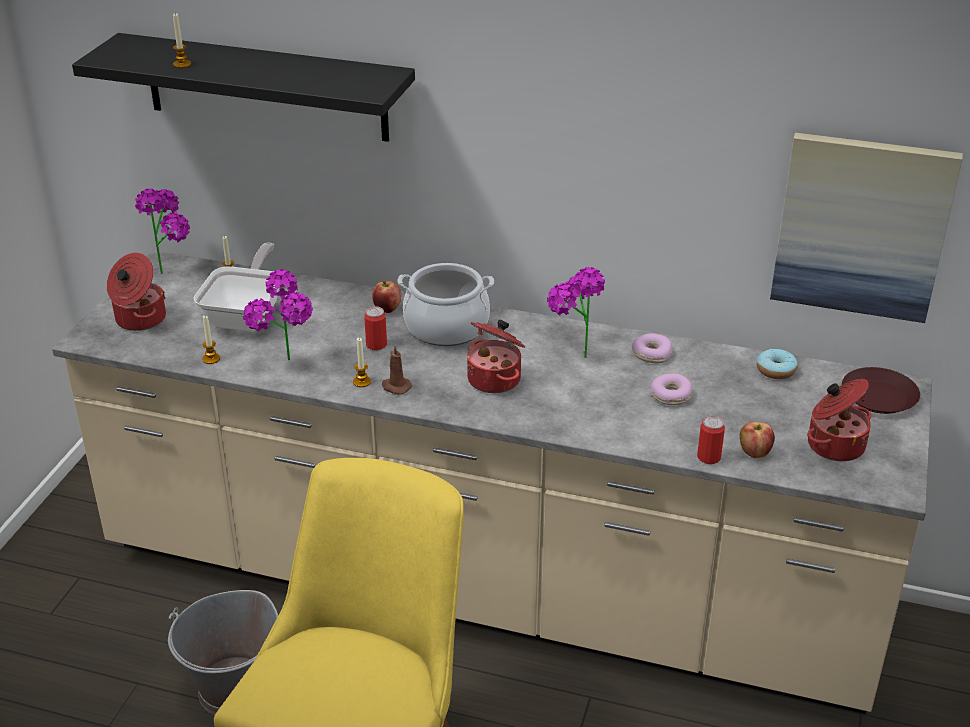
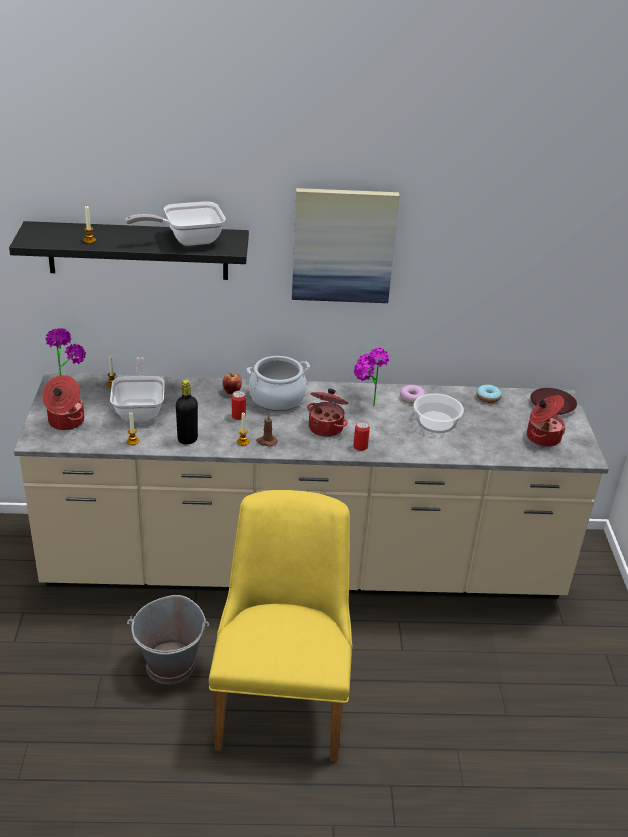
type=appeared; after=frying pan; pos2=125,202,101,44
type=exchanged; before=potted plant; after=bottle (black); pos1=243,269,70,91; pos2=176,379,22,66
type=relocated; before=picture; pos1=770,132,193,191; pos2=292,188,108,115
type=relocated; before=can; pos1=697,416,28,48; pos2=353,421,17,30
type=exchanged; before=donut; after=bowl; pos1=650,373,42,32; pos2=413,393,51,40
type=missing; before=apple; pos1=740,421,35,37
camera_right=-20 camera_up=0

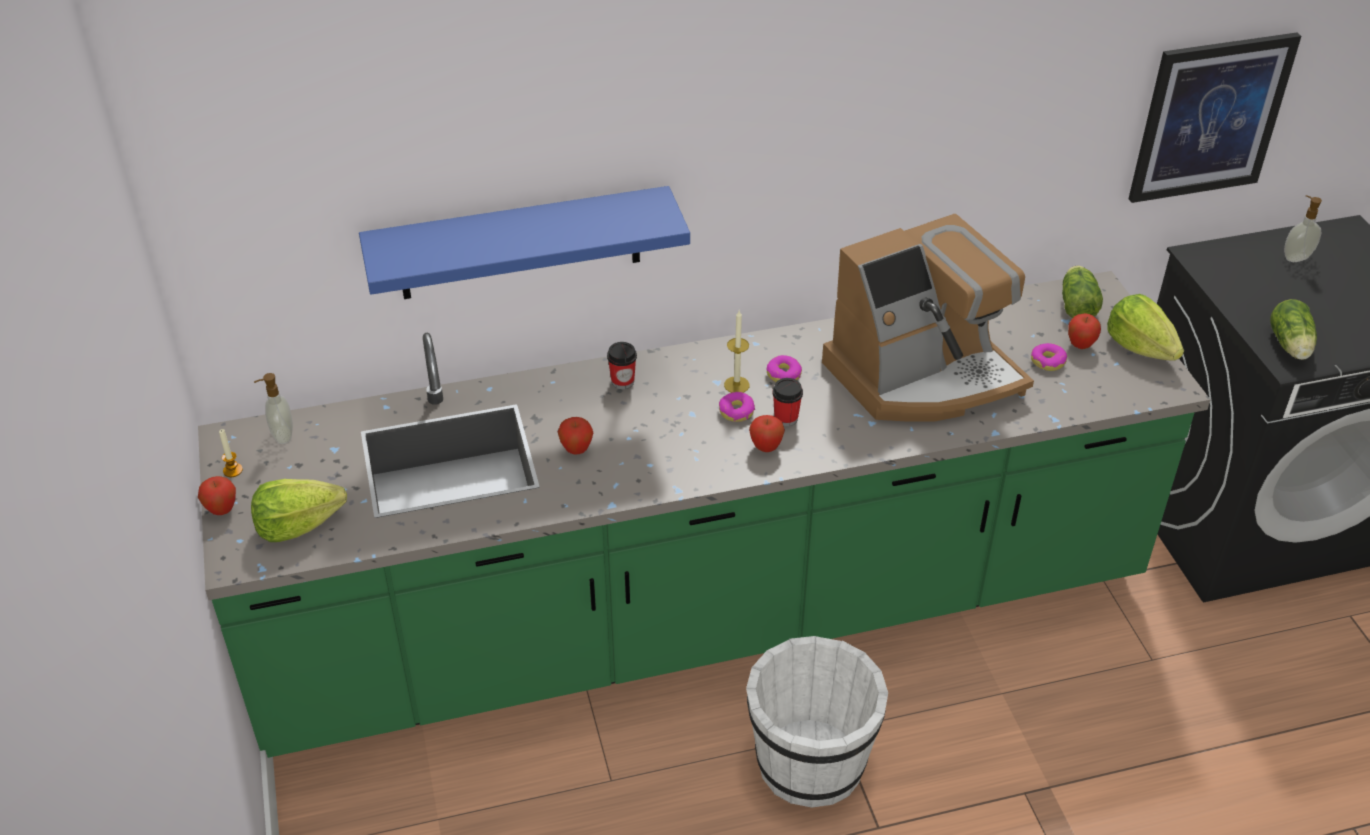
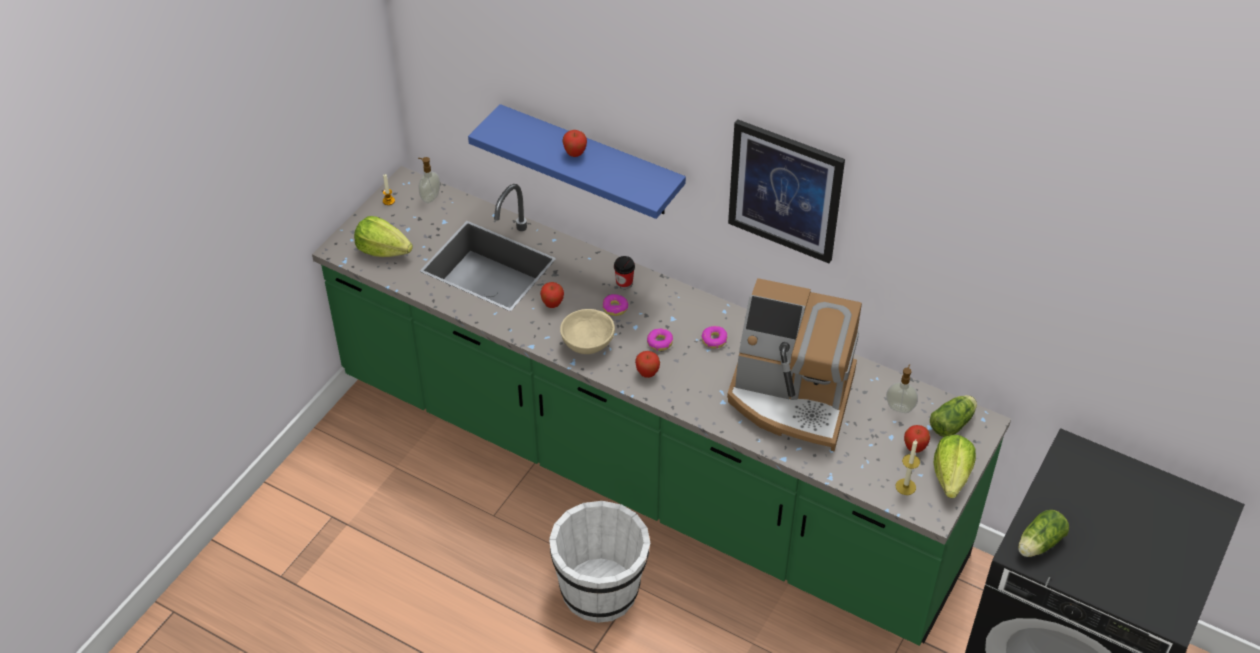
type=appeared; after=bowl (beige); pos2=560,309,55,45
type=relocated; before=apple; pos1=198,476,38,39; pos2=562,130,25,27
type=relocated; before=donut; pos1=1031,343,36,28; pos2=603,294,25,22
type=relocated; before=picture; pos1=1129,33,172,170; pos2=728,119,117,144
type=relocated; before=soap dispenser; pos1=1284,195,38,67; pos2=886,364,32,49
type=relocated; before=candle; pos1=724,311,26,82; pos2=896,440,24,55
type=missing; before=cup; pos1=772,378,31,48
camera_right=45 camera_up=5

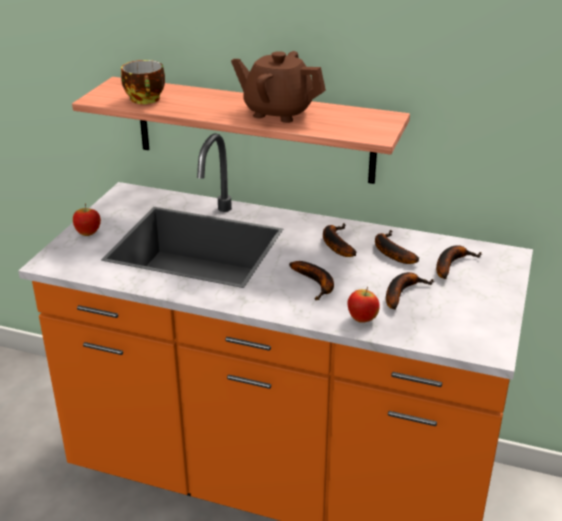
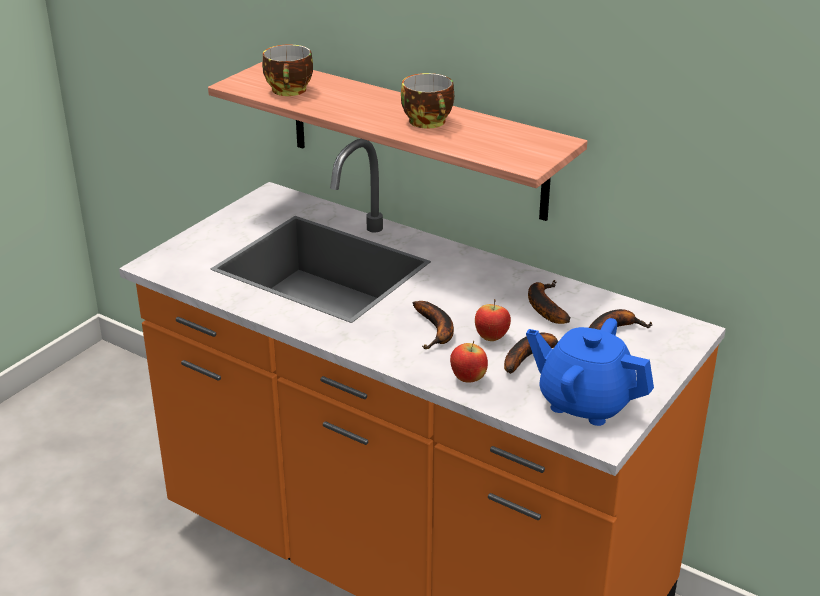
type=exchanged; before=teapot (brown); after=cup; pos1=231,51,95,72; pos2=401,73,53,56
type=relocated; before=apple; pos1=73,204,28,32; pos2=475,299,36,42
type=appeared; after=teapot (blue); pos2=526,318,128,108
type=missing; before=banana; pos1=323,223,33,34
camera_right=15 camera_up=0

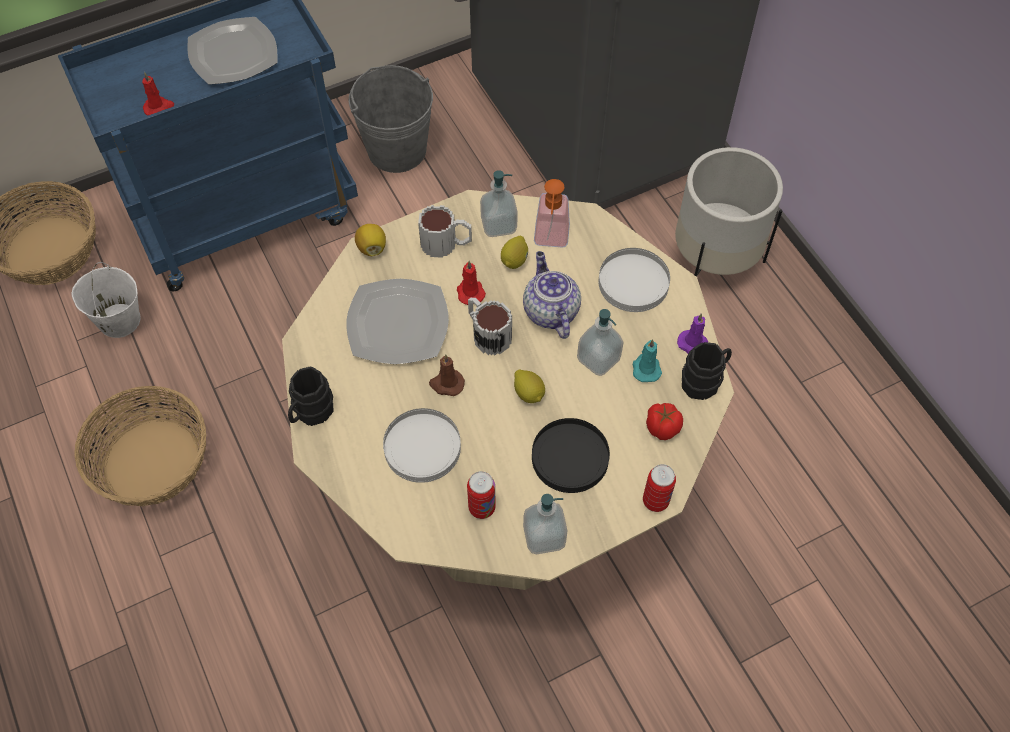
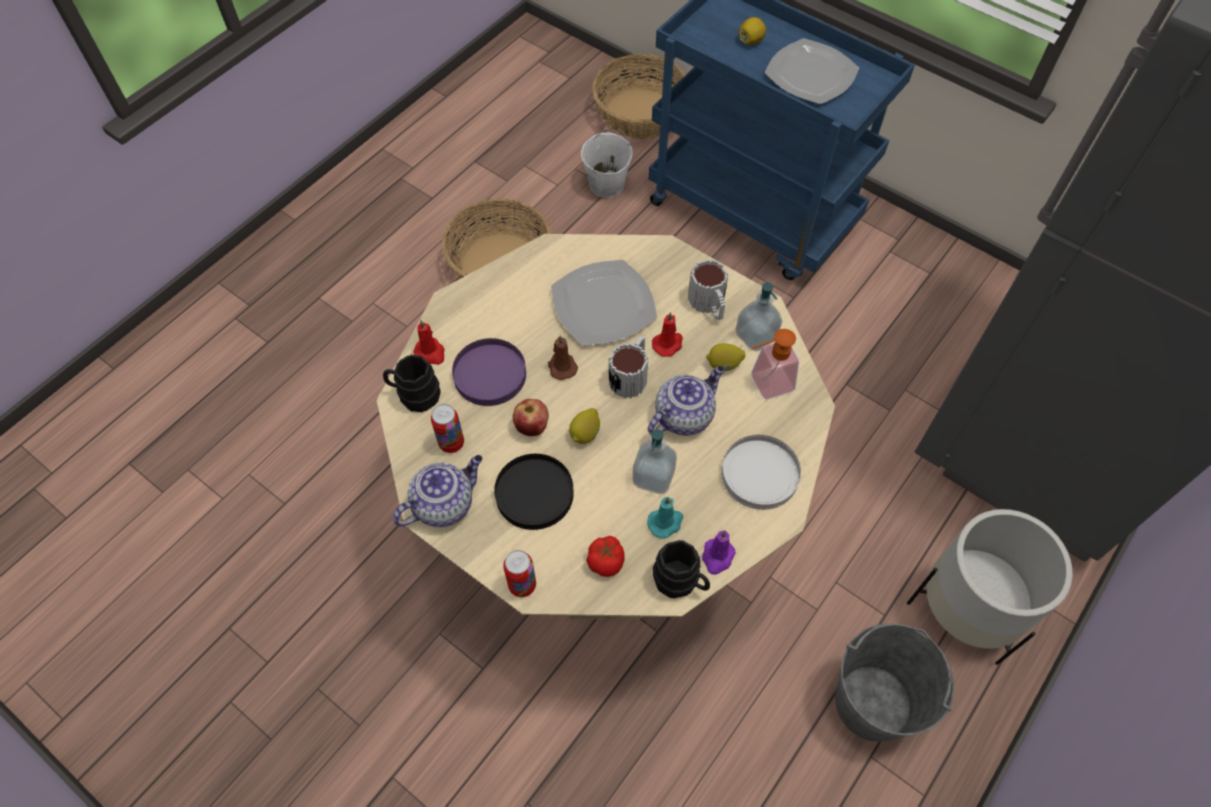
type=relocated; before=mug (black); pos1=288,366,46,60; pos2=383,355,58,57
type=exchanged; before=soap dispenser; after=teapot; pos1=523,494,44,60; pos2=393,455,89,72
type=relocated; before=candle (red); pos1=142,72,32,44; pos2=413,320,31,45
type=colour; before=plate (white); after=plate (purple); pos1=383,408,78,75; pos2=452,338,74,68
type=appeared; after=apple; pos2=513,399,36,37
type=relocated; before=lemon; pos1=355,224,31,32; pos2=739,17,27,28
type=relocated; before=bucket (grey); pos1=349,65,84,108; pos2=835,623,119,119
camera_right=65 camera_up=0

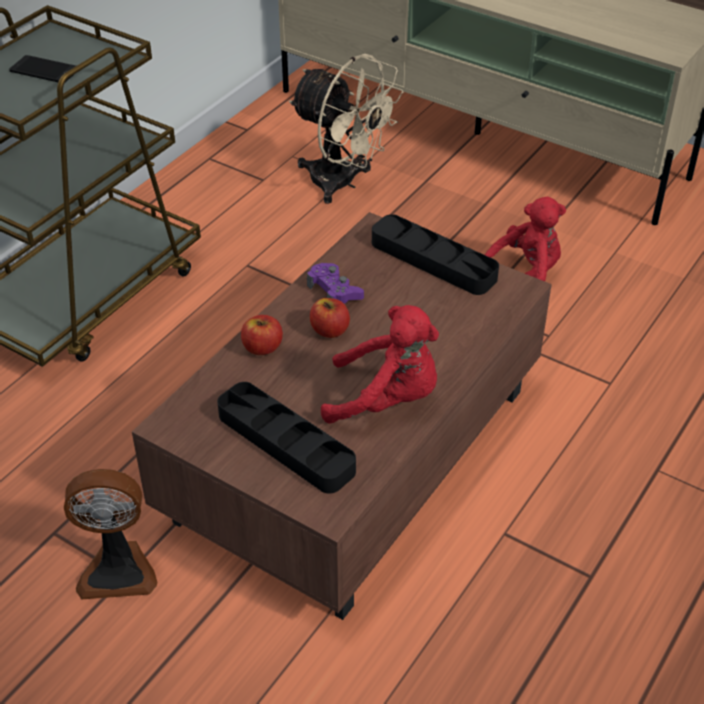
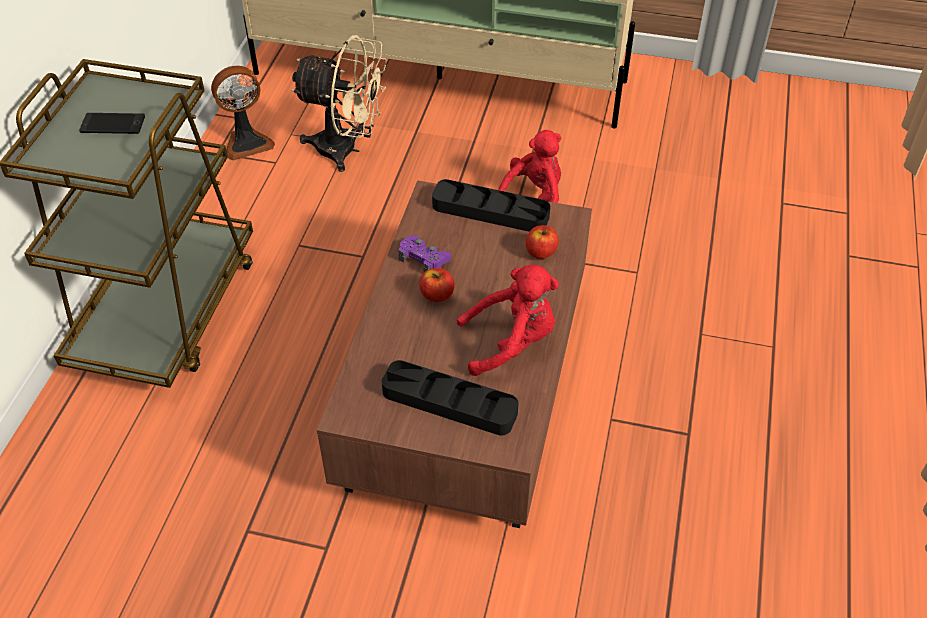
type=relocated; before=fan; pos1=64,469,93,130; pos2=211,66,64,95
type=relocated; before=apple; pos1=241,315,42,40; pos2=526,225,33,34
camera_right=-20 camera_up=5

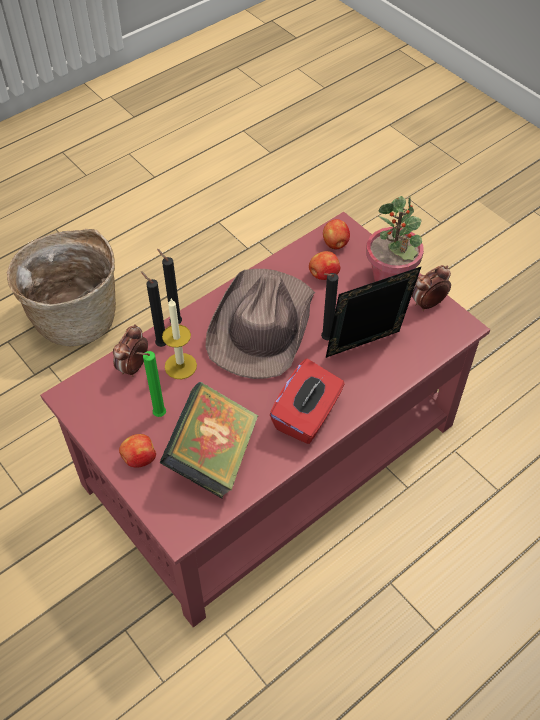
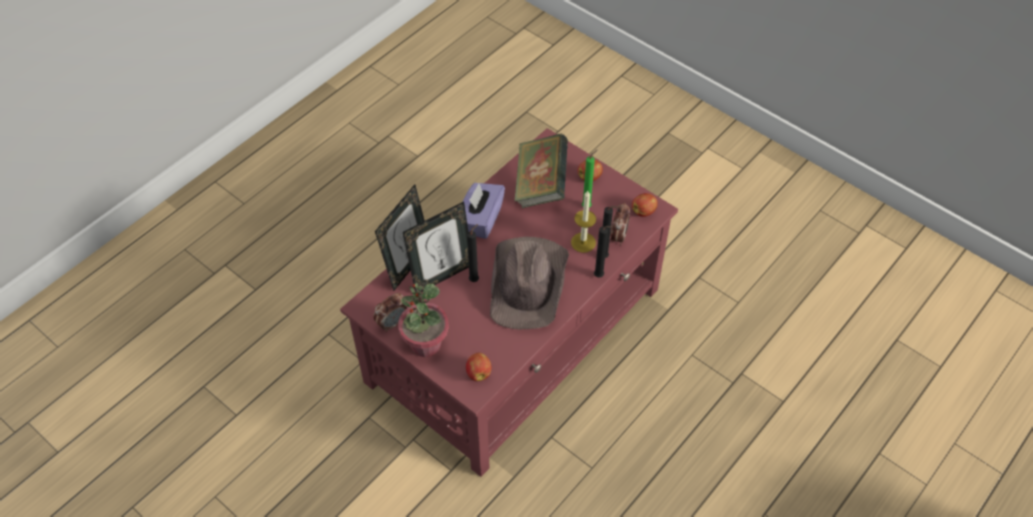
type=appeared; after=picture frame; pos2=375,184,50,107
type=colour; before=tissue box (red); after=tissue box (purple); pos1=270,359,75,85; pos2=462,183,43,56
type=relocated; before=apple; pos1=309,251,31,29; pos2=632,193,26,24
type=missing; before=basket; pos1=7,229,109,117
camera_right=170 camera_up=0

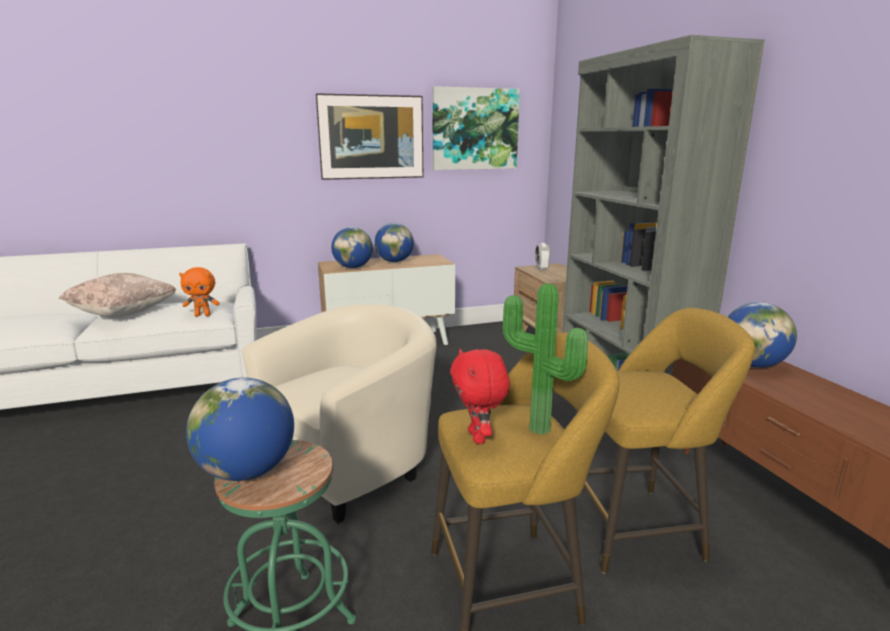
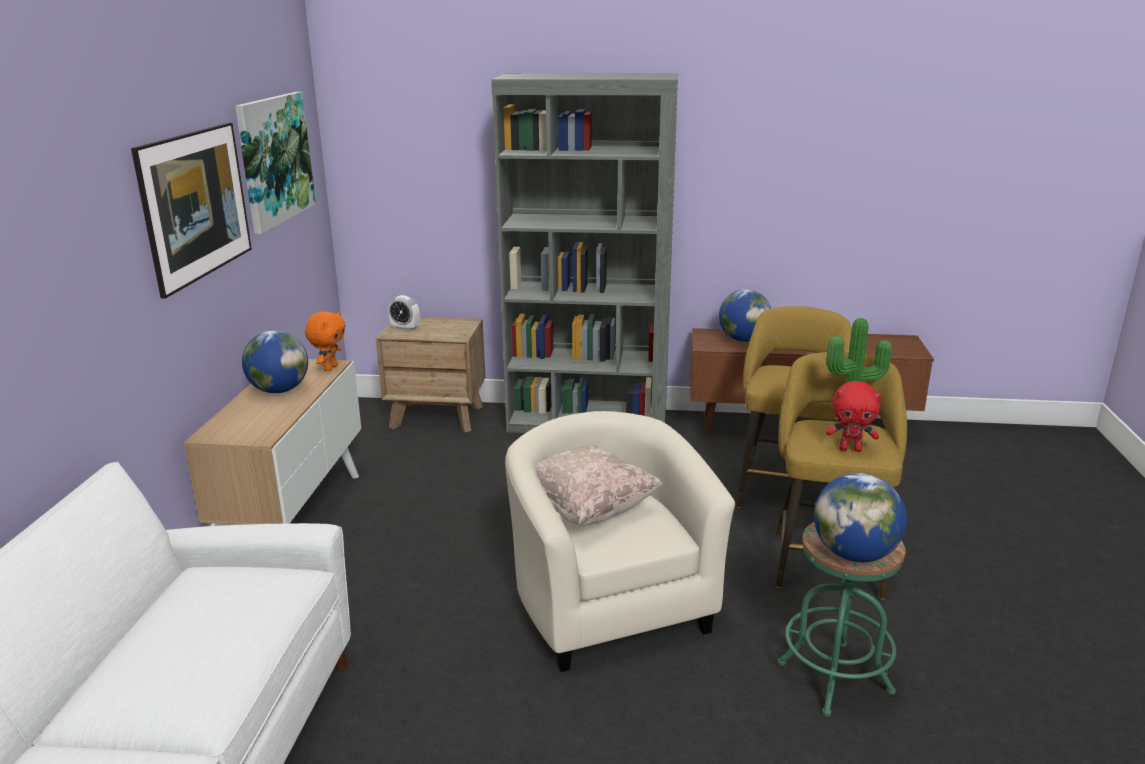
type=relocated; before=plush toy (orange); pos1=179,267,41,49; pos2=305,311,40,60
type=relocated; before=pillow (beige); pos1=59,273,117,44; pos2=537,445,126,81
type=missing; before=globe; pos1=331,227,42,41
camera_right=-65 camera_up=5

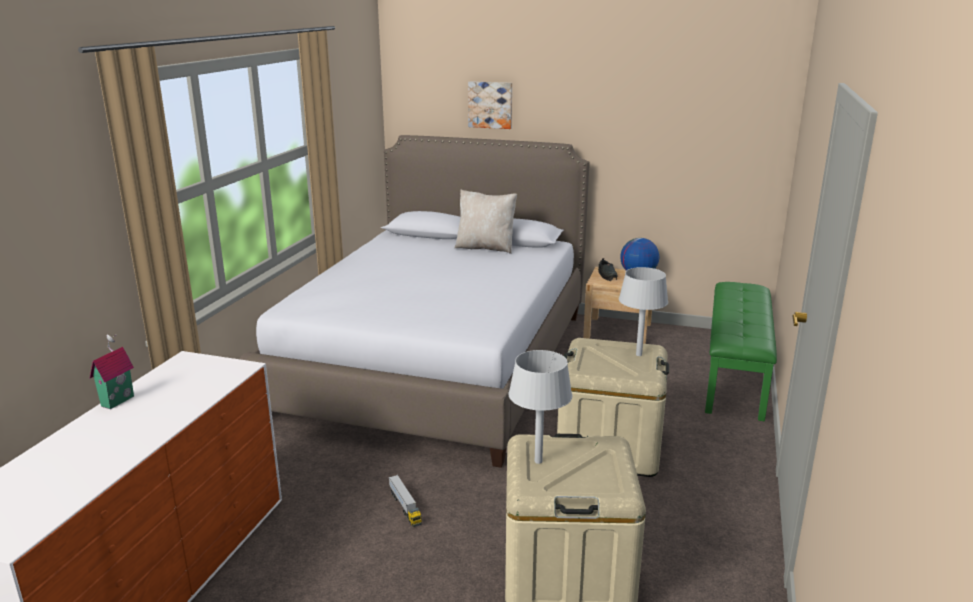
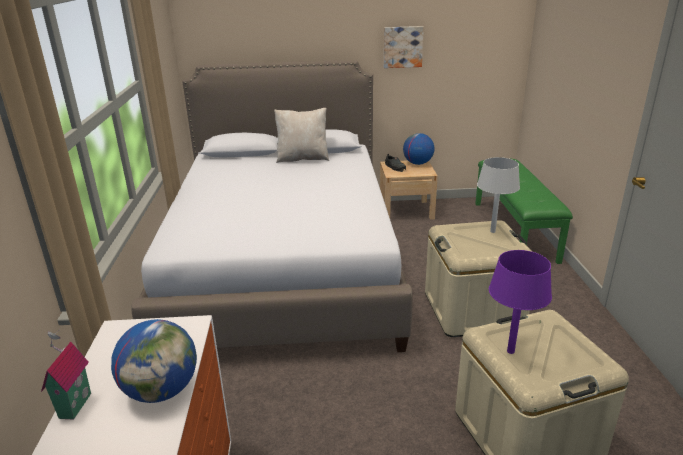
type=appeared; after=globe; pos2=111,319,86,84
type=relocated; before=picture; pos1=468,81,44,48; pos2=384,26,40,42
type=colour; before=table lamp (grey); after=table lamp (purple); pos1=509,350,63,114; pos2=489,250,63,104
type=missing; before=toy truck; pos1=389,475,33,52
camera_right=-20 camera_up=5

